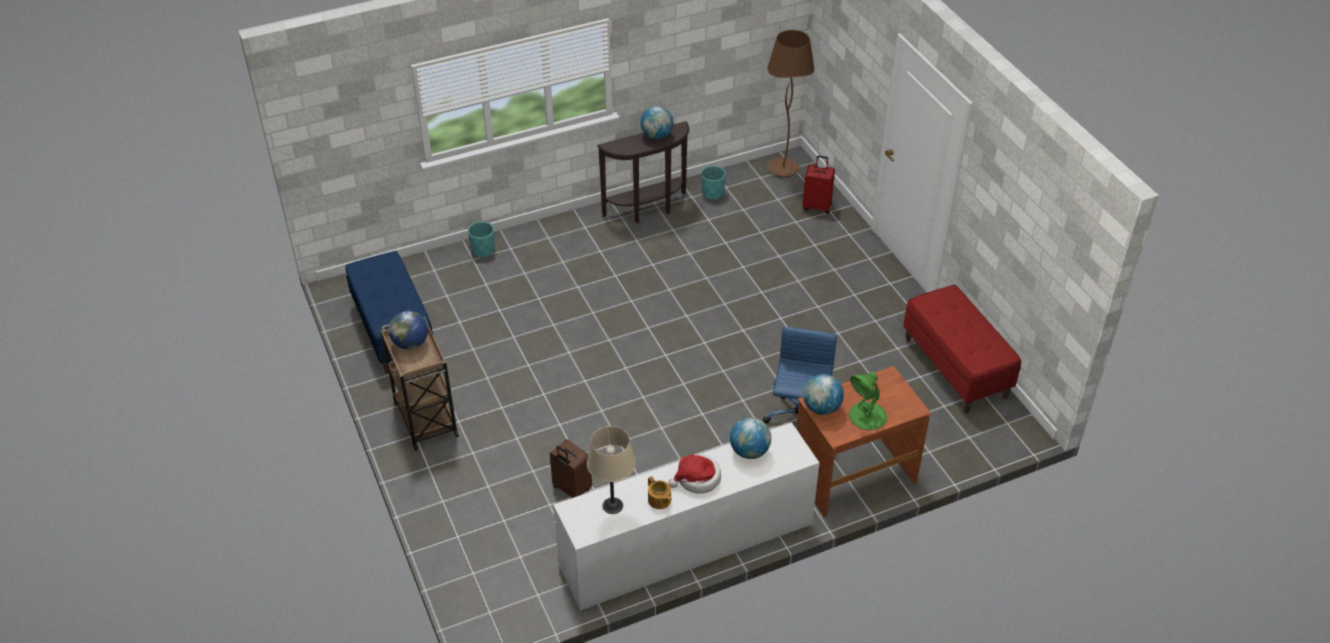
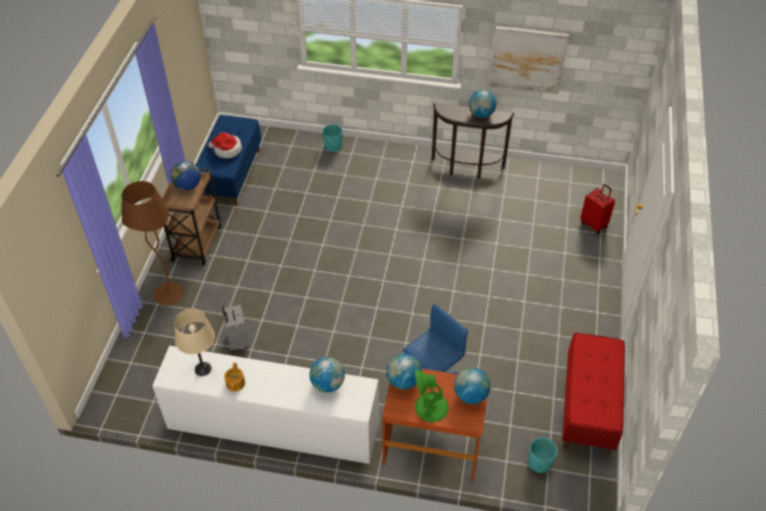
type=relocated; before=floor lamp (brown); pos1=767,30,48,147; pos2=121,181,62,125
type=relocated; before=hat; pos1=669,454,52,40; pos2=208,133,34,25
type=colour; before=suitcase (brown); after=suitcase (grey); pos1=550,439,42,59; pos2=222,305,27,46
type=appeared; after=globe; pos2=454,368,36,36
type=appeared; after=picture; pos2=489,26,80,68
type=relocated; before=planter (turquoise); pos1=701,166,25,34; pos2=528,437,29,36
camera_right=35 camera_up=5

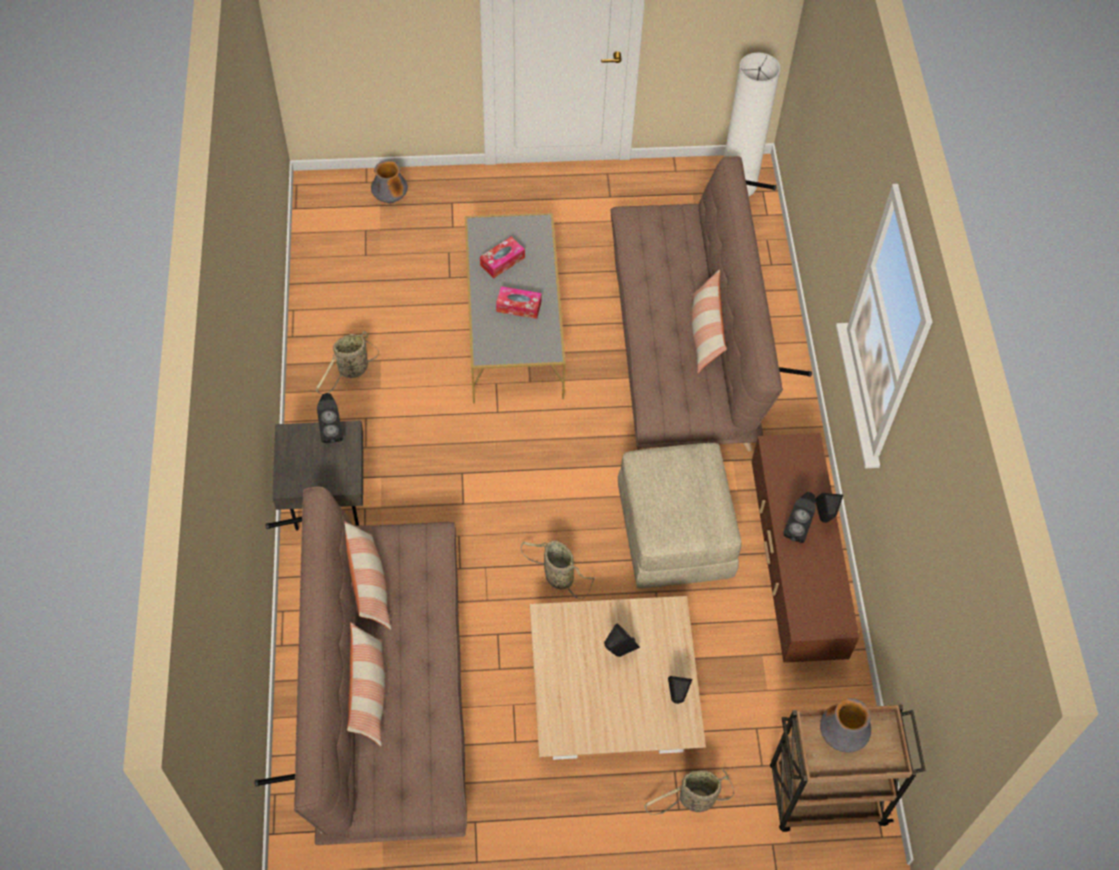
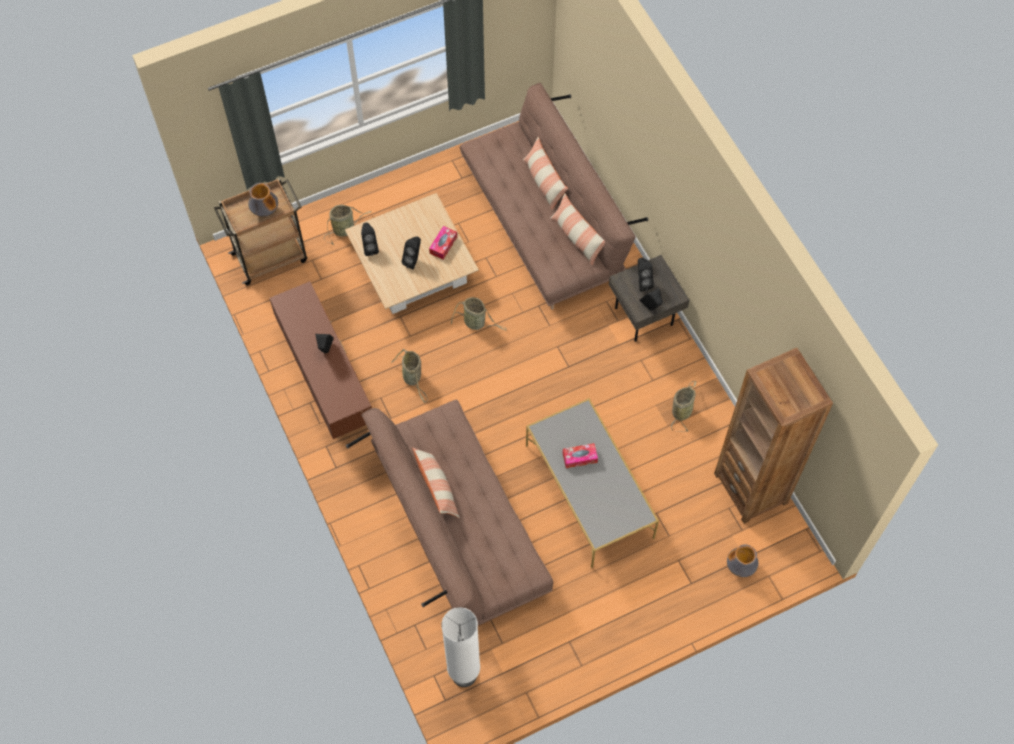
type=exchanged; before=ottoman (beige); after=basket; pos1=618,443,123,145; pos2=391,349,37,54
type=relocated; before=tissue box; pos1=480,237,45,41; pos2=429,226,28,34
type=relocated; before=speaker (black); pos1=815,493,28,30; pos2=638,257,16,35
type=appeared; after=bookcase (brown); pos2=714,348,119,176
camera_right=160 camera_up=5

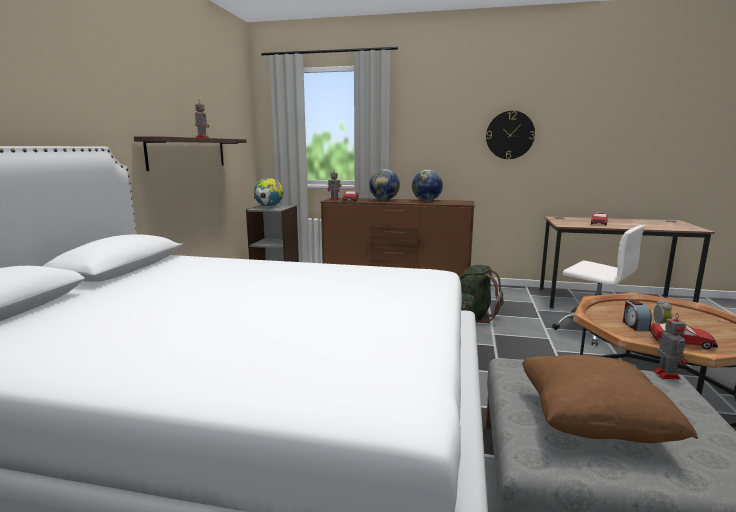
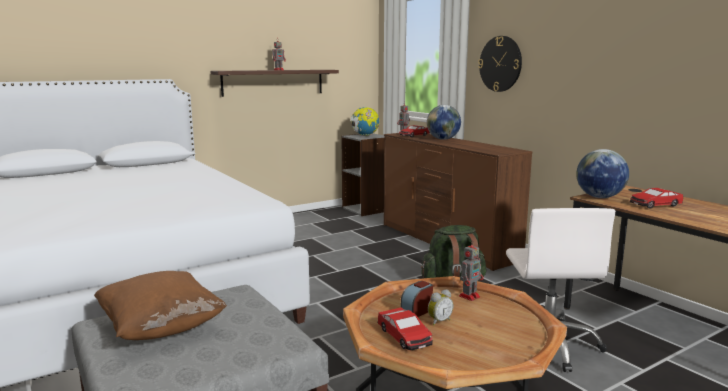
type=relocated; before=toy robot; pos1=653,313,34,66; pos2=459,240,24,61
type=relocated; before=wall clock; pos1=486,111,49,48; pos2=478,36,44,56
type=relocated; before=globe; pos1=412,170,31,31; pos2=576,149,53,49
camera_right=45 camera_up=0

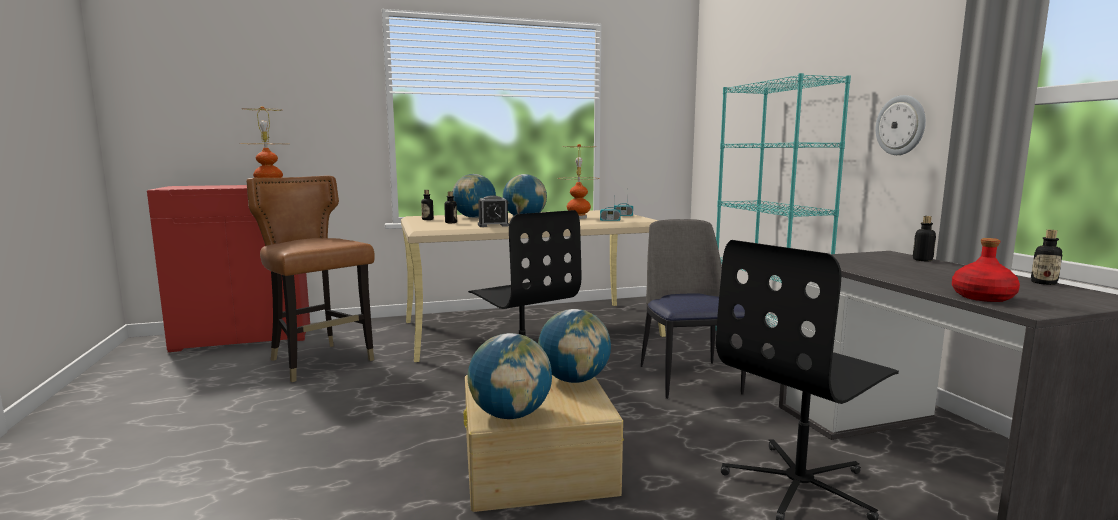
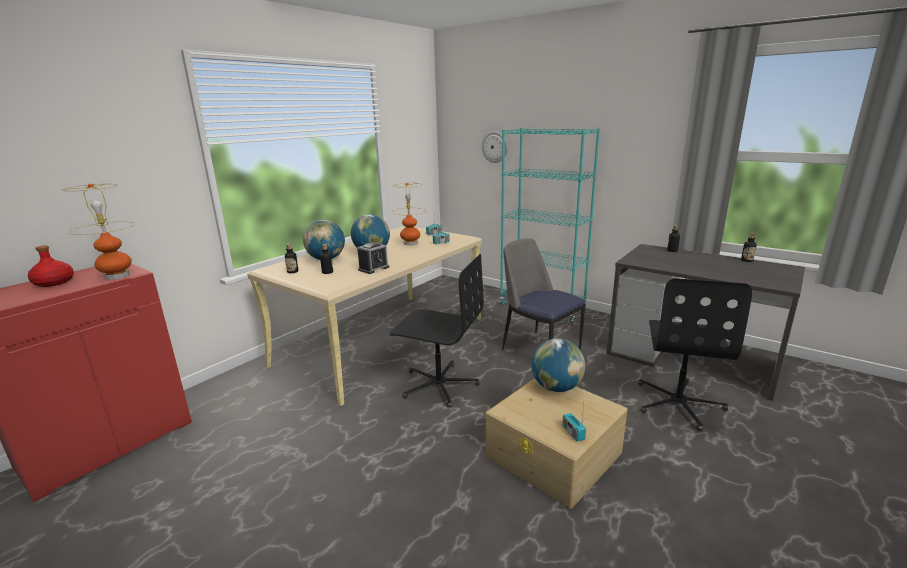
type=relocated; before=bottle (red); pos1=952,238,68,64; pos2=28,245,46,42
type=relocated; before=wall clock; pos1=876,95,50,60; pos2=482,131,26,32
type=exchanged; before=globe; after=radio; pos1=467,333,85,86; pos2=562,405,24,37
type=missing; before=chair (brown); pos1=246,176,129,206
camera_right=-35 camera_up=10

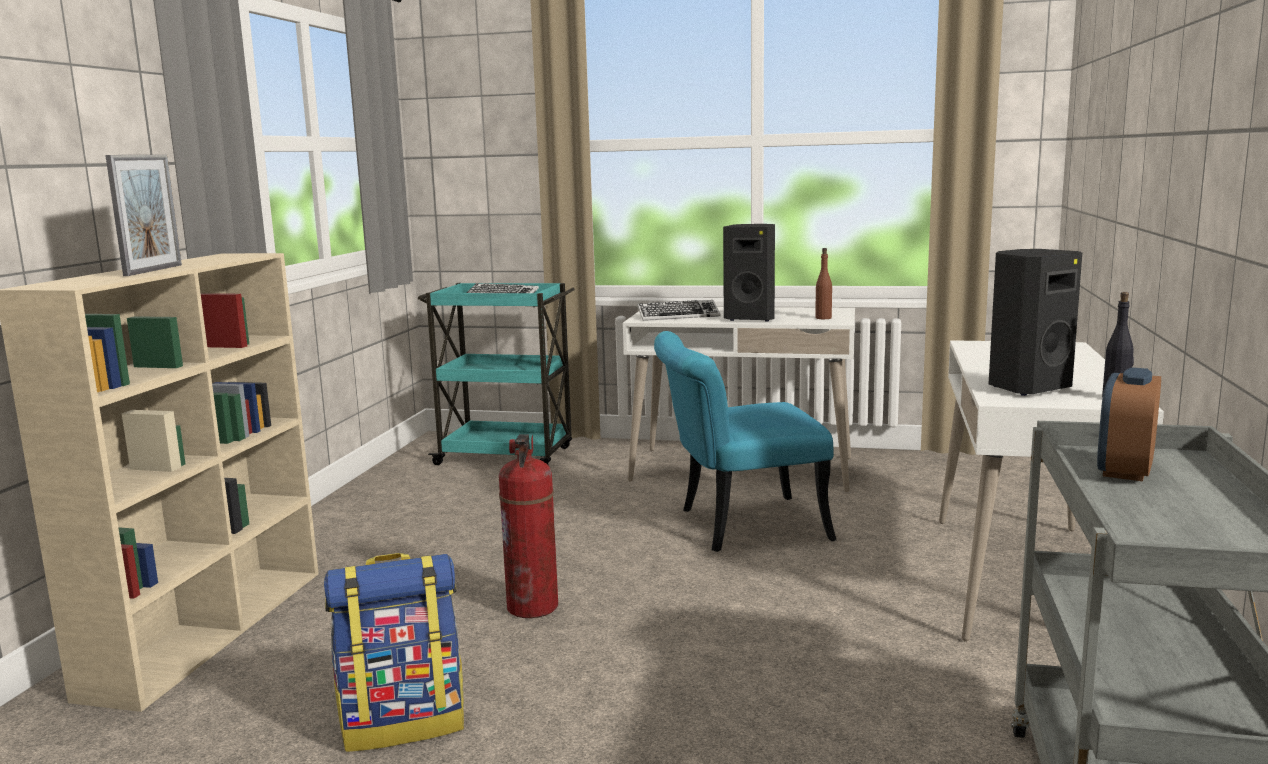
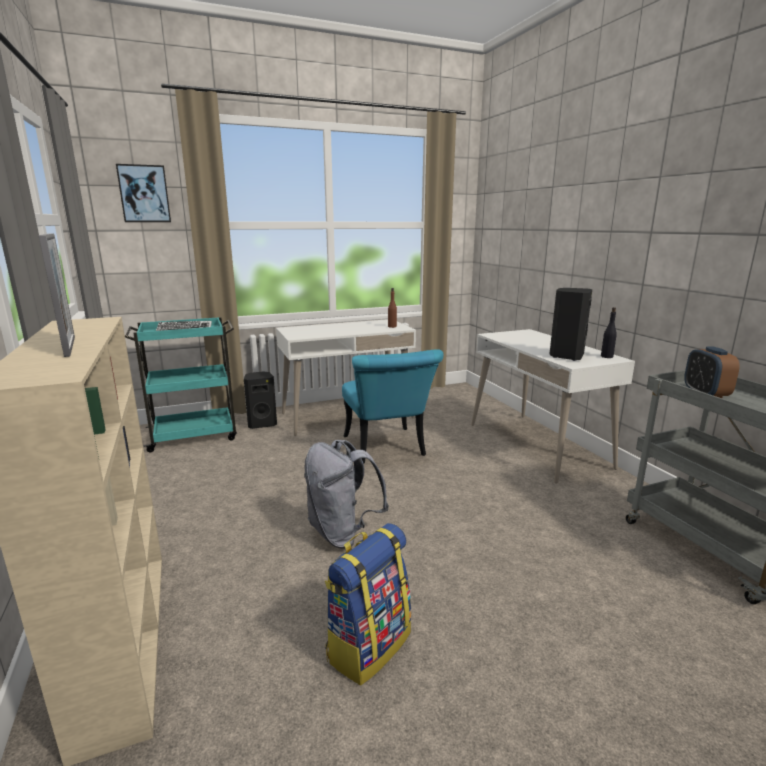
type=appeared; after=picture; pos2=116,164,55,58
type=relocated; before=speaker (black); pos1=723,224,52,98; pos2=244,371,33,58
type=exchanged; before=fire extinguisher; after=backpack (grey); pos1=499,435,59,183; pos2=304,440,85,108
type=spun; before=chair (turquoise); pos1=654,331,182,221; pos2=342,349,101,115; turn=-60
type=missing; before=keyboard; pos1=637,300,83,21
camera_right=-35 camera_up=5

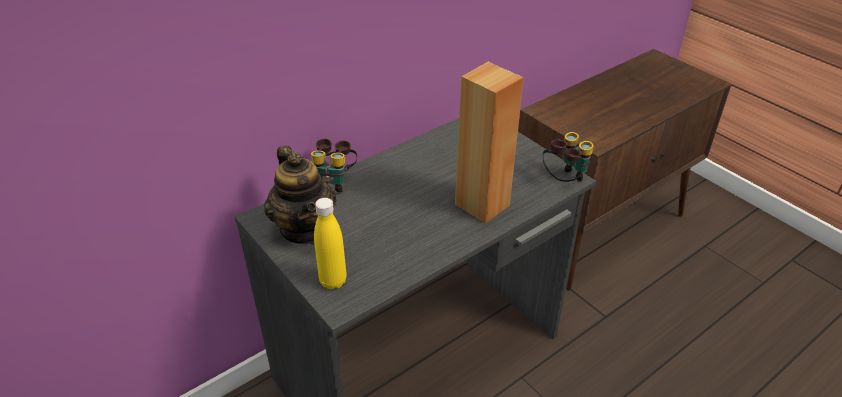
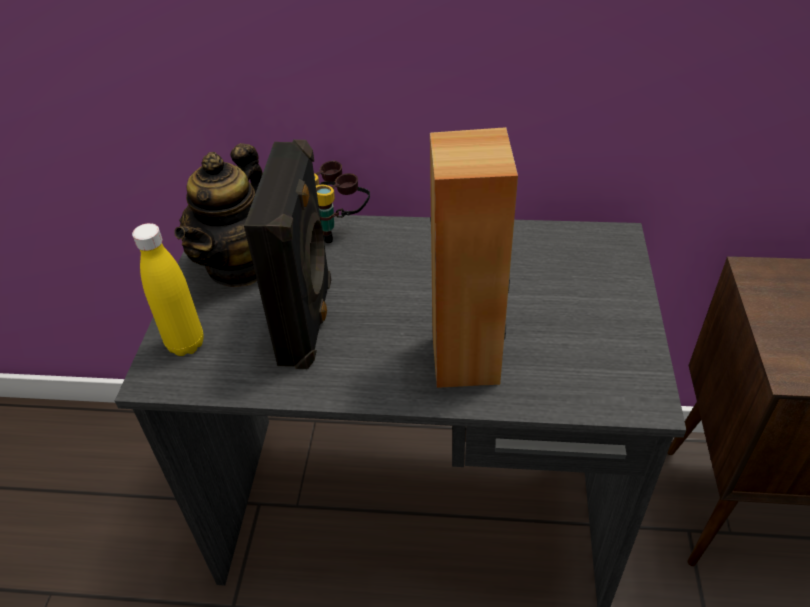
type=appeared; after=speaker (black); pos2=244,140,87,229
type=missing; before=binoculars; pos1=543,132,51,50
camera_right=45 camera_up=5

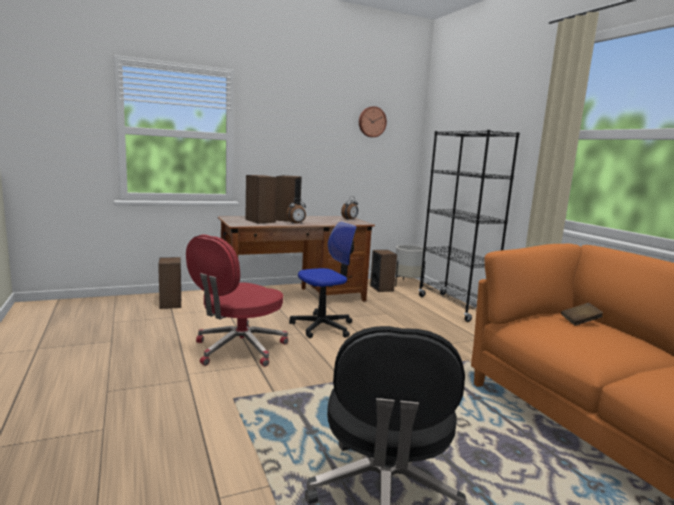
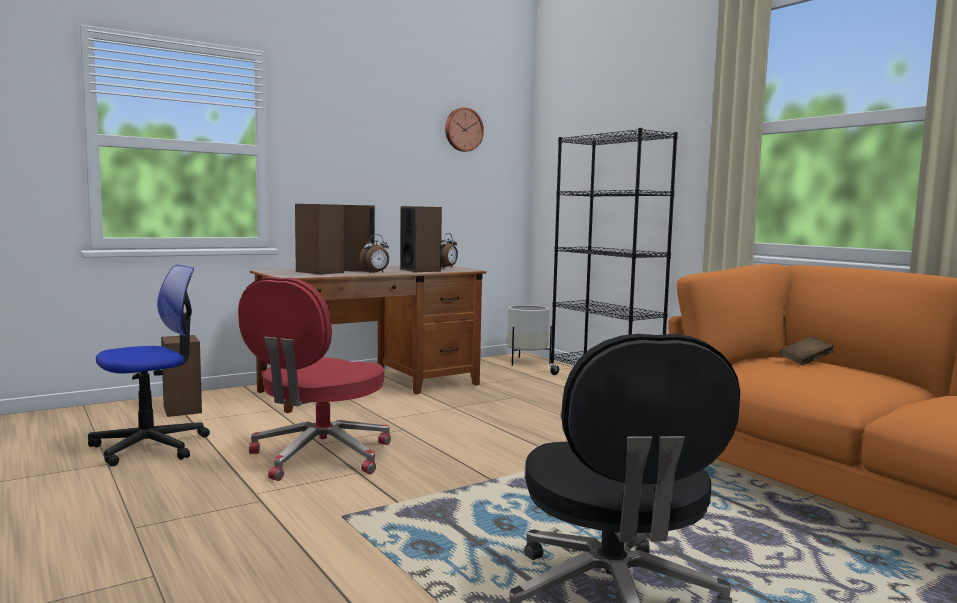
type=relocated; before=office chair; pos1=289,222,68,116; pos2=88,265,122,201
type=relocated; before=speaker; pos1=370,250,27,42; pos2=400,206,42,66
camera_right=-10 camera_up=-5

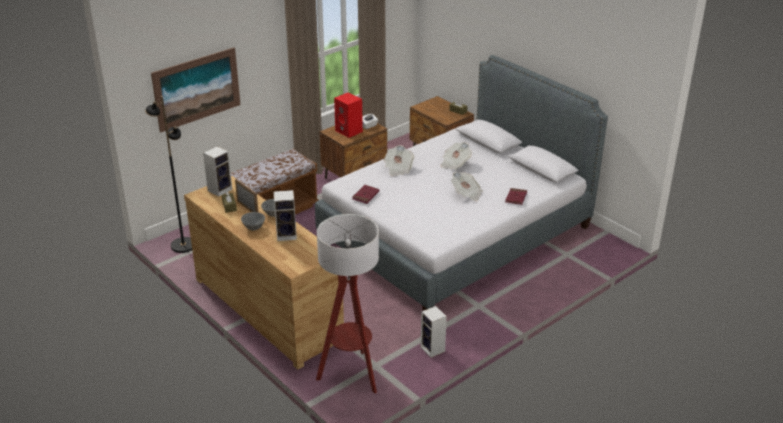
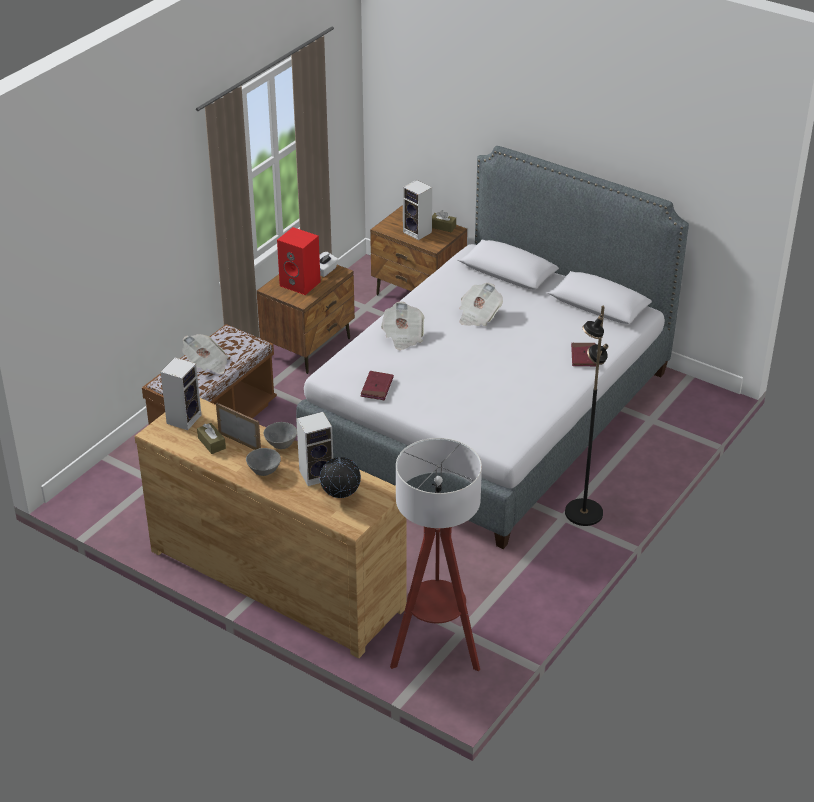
type=relocated; before=newspaper; pos1=451,172,32,30; pos2=182,334,47,40
type=appeared; after=globe; pos2=320,457,41,41
type=relocated; before=speaker; pos1=420,306,27,52; pos2=403,180,29,60
type=relocated; before=floor lamp (black); pos1=145,96,47,157; pos2=565,306,44,220
type=missing; before=picture; pos1=151,48,90,85
camera_right=-15 camera_up=5

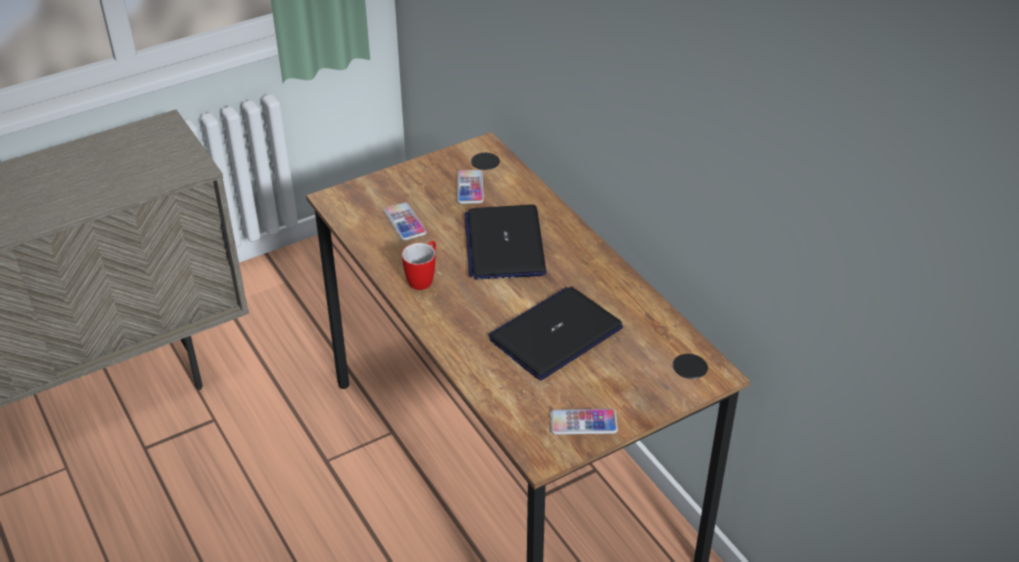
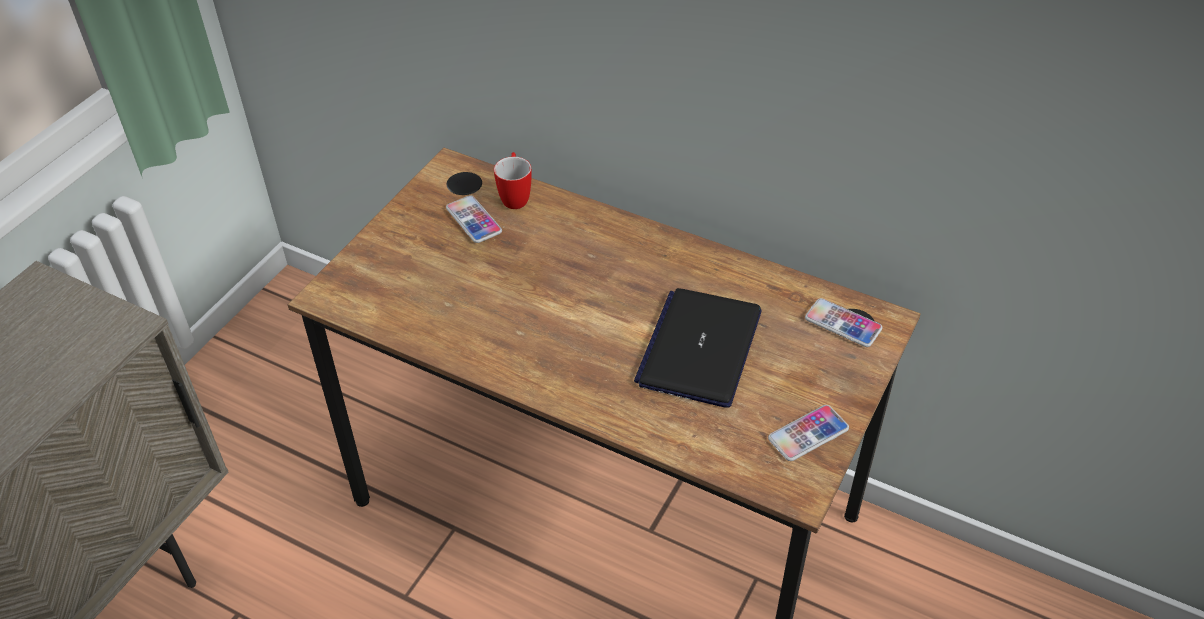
type=relocated; before=mug; pos1=402,241,34,49; pos2=494,152,38,57
type=relocated; before=phone; pos1=384,202,43,39; pos2=805,298,78,49
type=missing; before=laptop; pos1=464,204,83,76
camera_right=-30 camera_up=5

